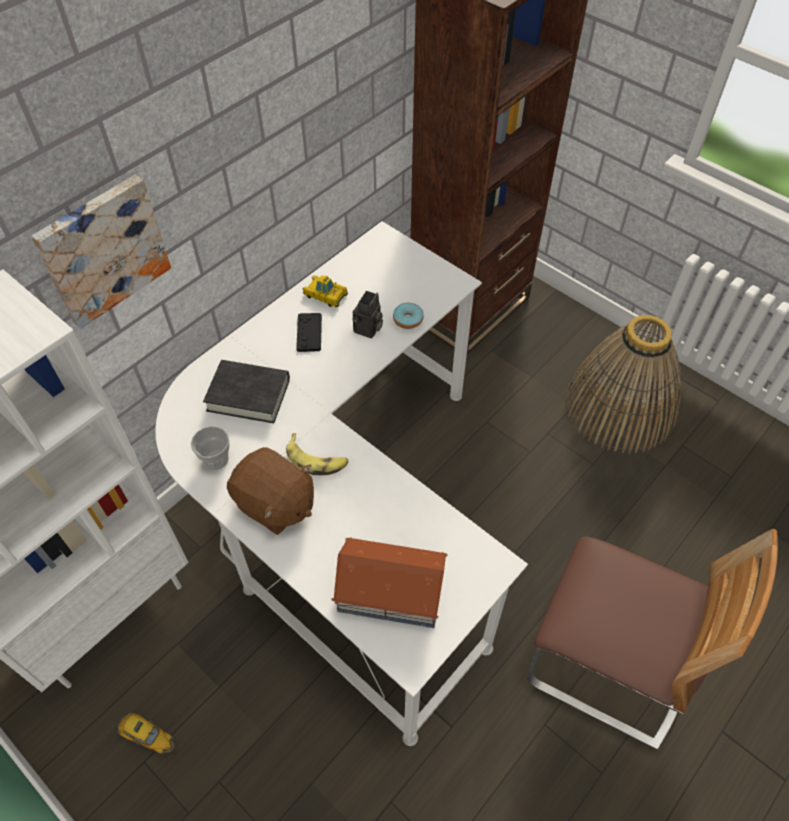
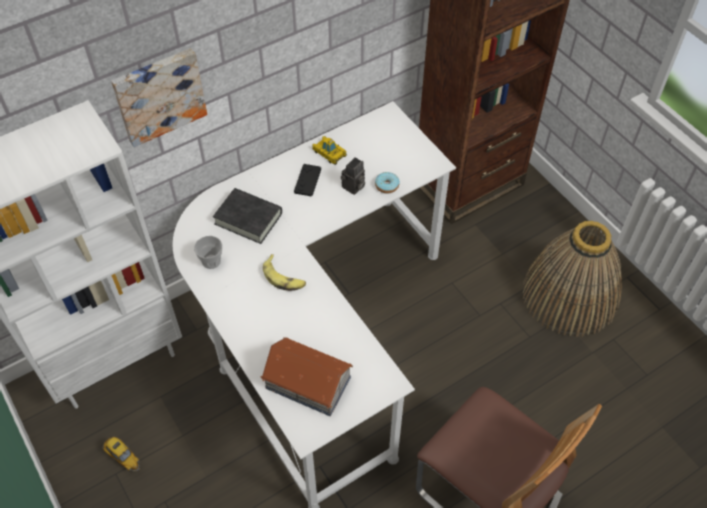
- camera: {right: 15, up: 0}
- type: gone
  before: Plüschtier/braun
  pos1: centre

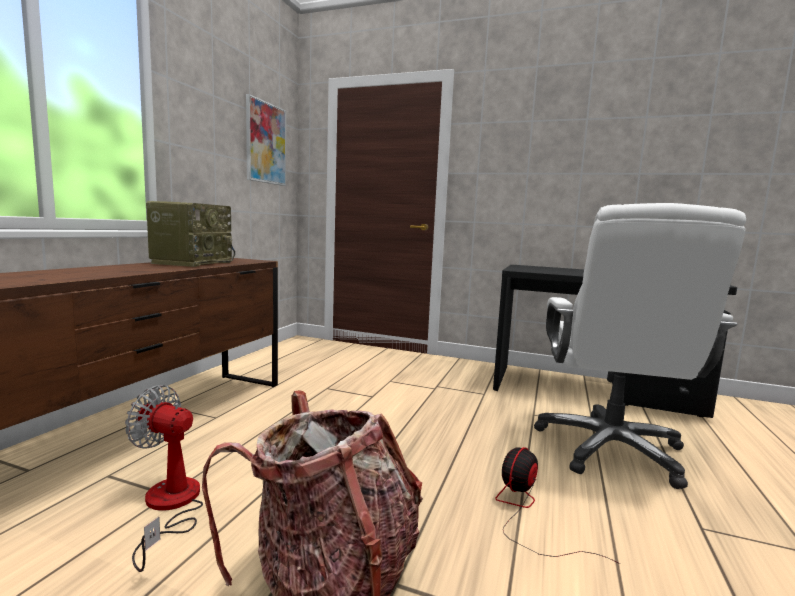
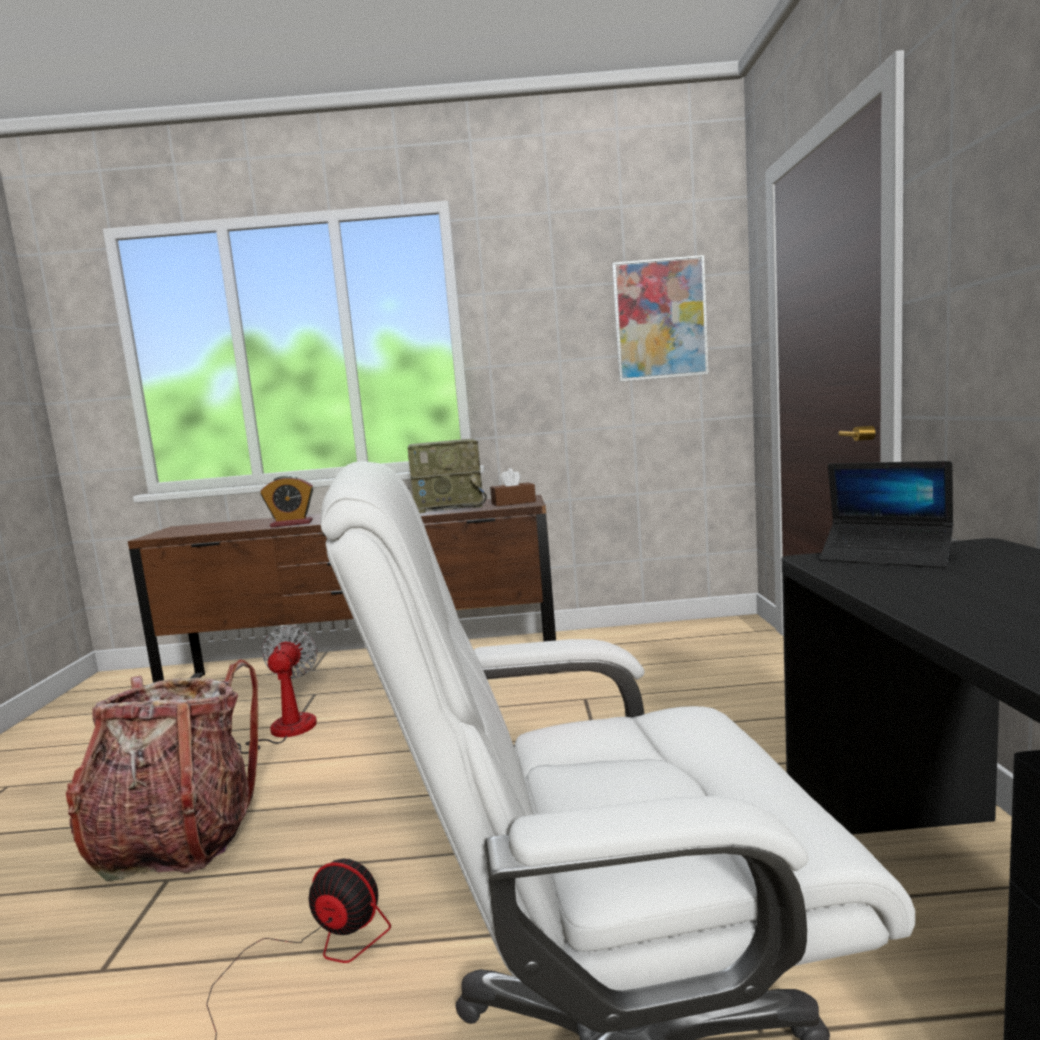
- camera: {right: 70, up: 0}
- type: new
  after: Laptop
  pos2: middle right
- type: new
  after: Taschentuchbox/braun
  pos2: centre
- type: new
  after: Wecker
  pos2: middle left

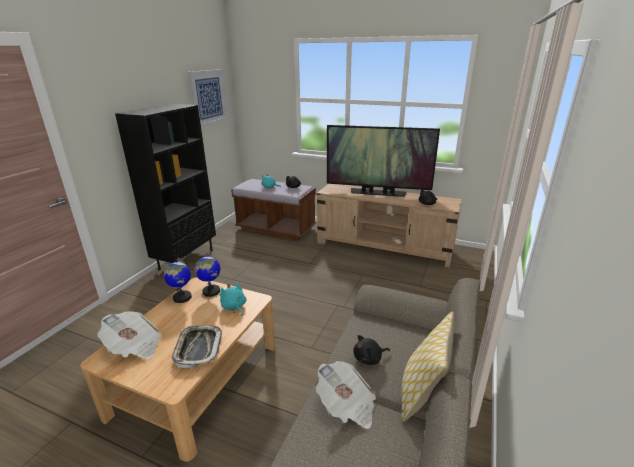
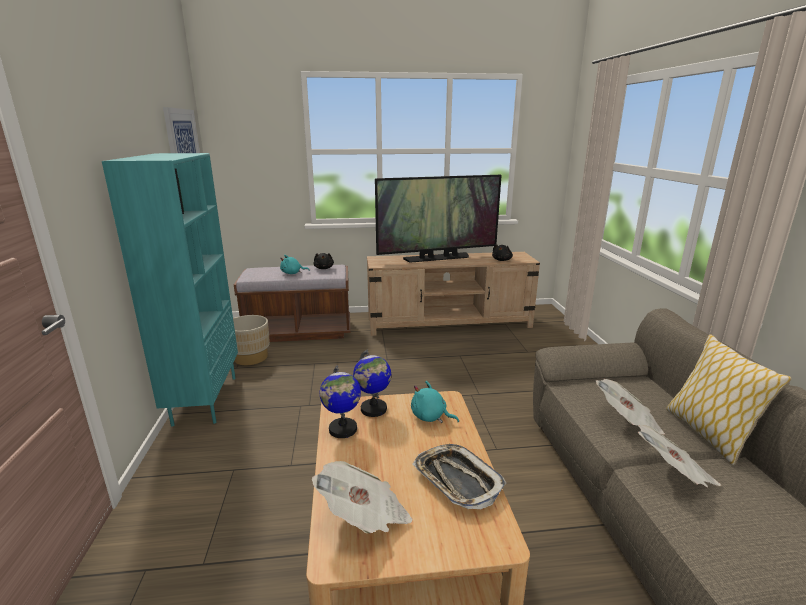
- camera: {right: -30, up: -5}
- type: repainted
  before: Bücherregal/schwarz
  after: Bücherregal/türkis
  pos1: middle left
  pos2: middle left
- type: swapped
  before: Plüschtier/schwarz (no. 2 from left)
  after: Zeitung (no. 2 from left)
  pos1: bottom centre
  pos2: bottom right
- type: new
  after: Pflanzkübel/beige
  pos2: middle left

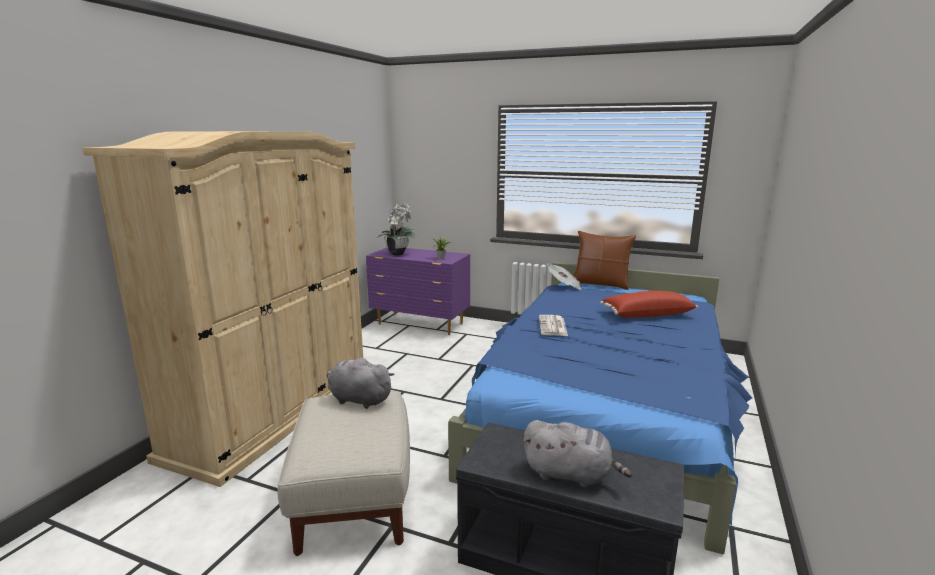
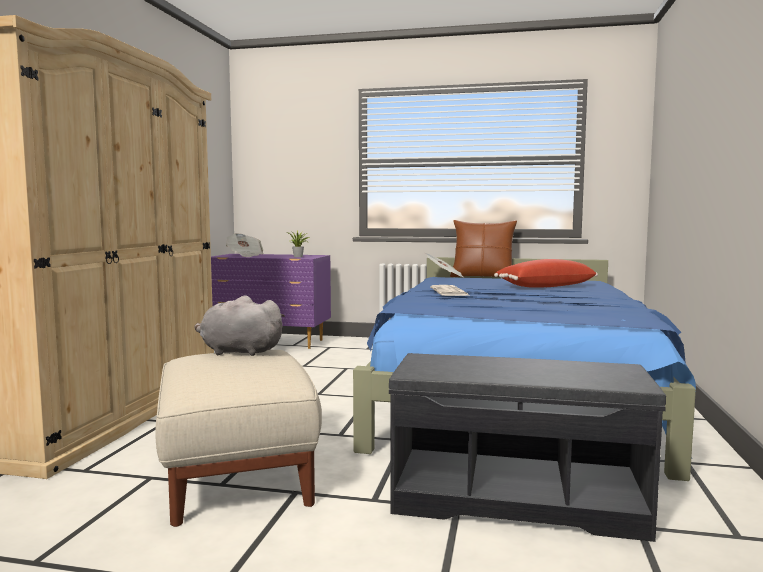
- camera: {right: -10, up: -10}
- type: swapped
  before: Topfpflanze (no. 1 from left)
  after: Zeitung (no. 1 from left)
  pos1: centre
  pos2: middle left
- type: gone
  before: Plüschtier/grau (no. 2 from left)
  pos1: bottom centre

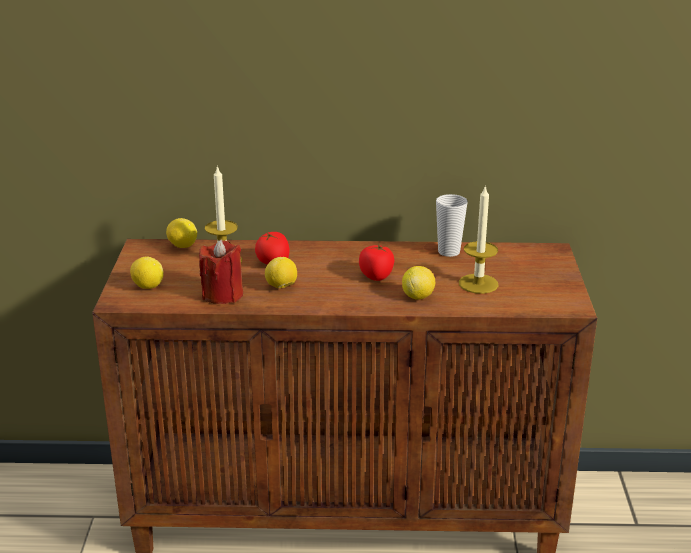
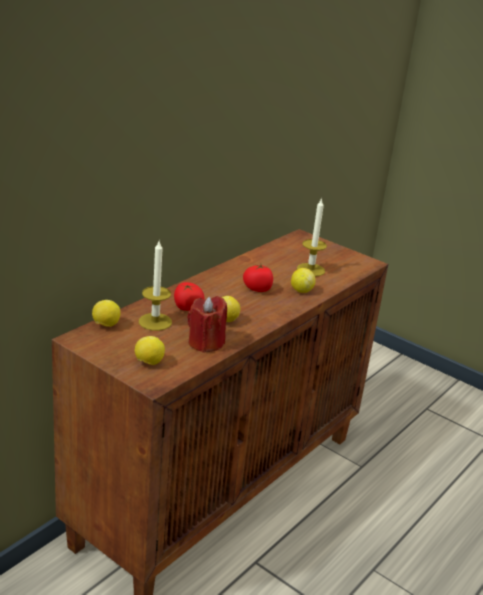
- camera: {right: -55, up: 0}
- type: gone
  before: Tasse
  pos1: centre

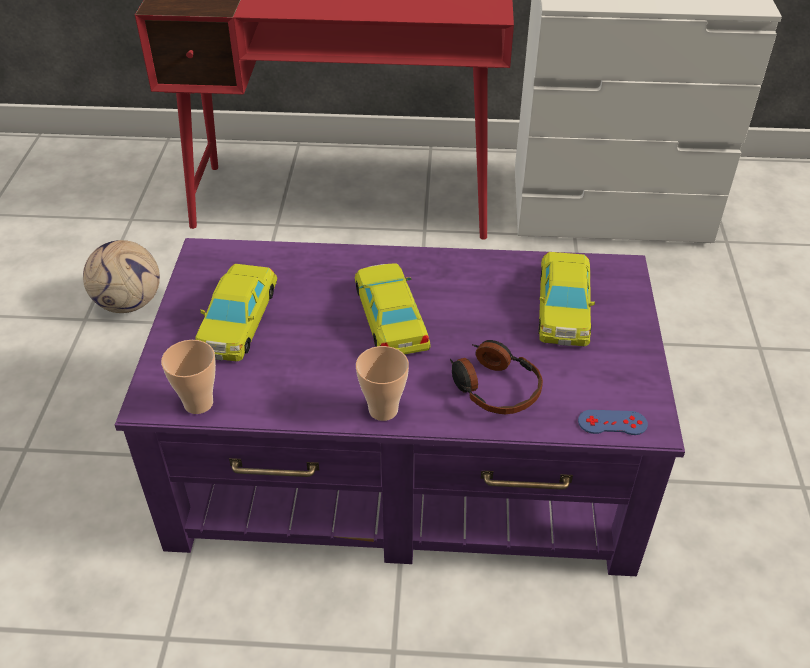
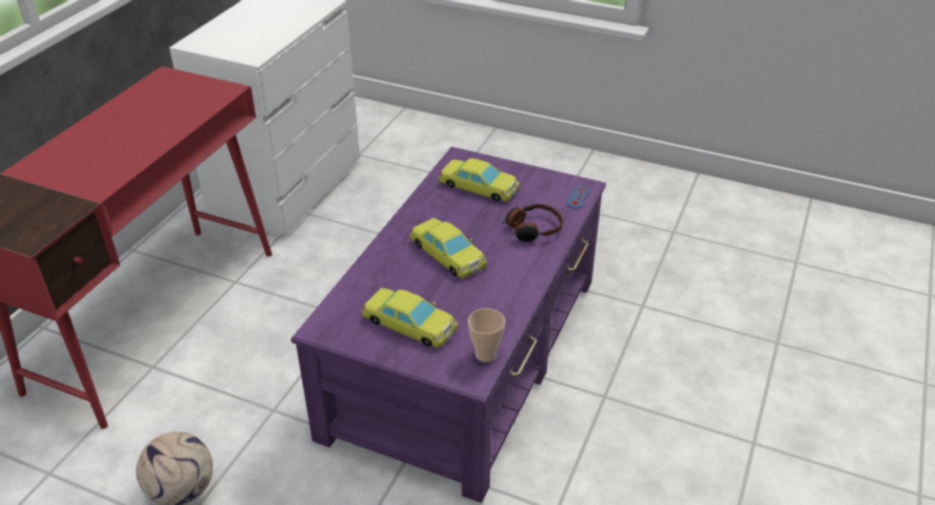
- camera: {right: -70, up: -5}
- type: rotated
  before: Spielzeugauto/gelb (no. 2 from left)
  pos1: centre
  pos2: centre
  turn: -135
- type: gone
  before: Tasse (no. 2 from left)
  pos1: centre

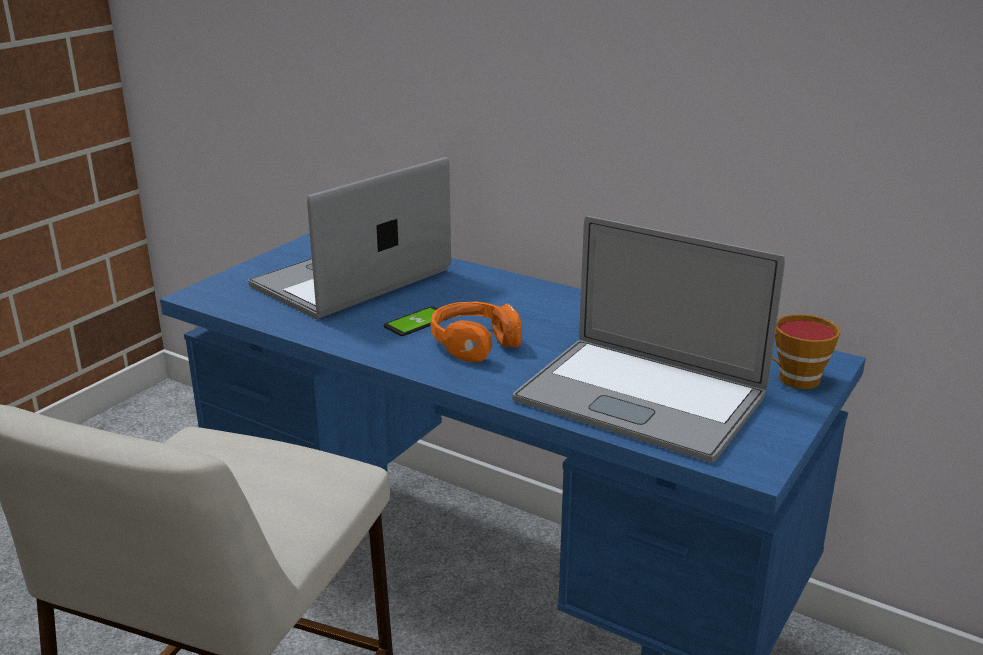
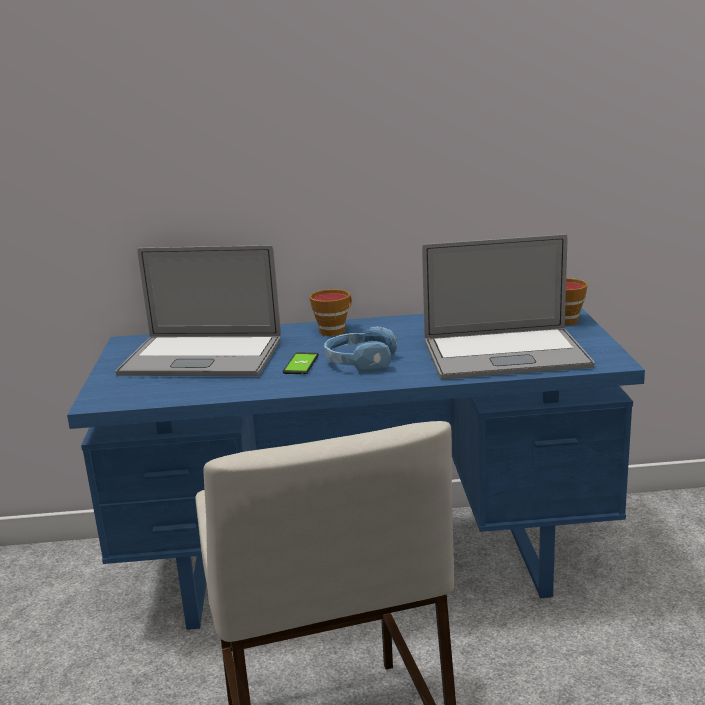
- camera: {right: -35, up: -5}
- type: rotated
  before: Laptop (no. 1 from left)
  pos1: centre
  pos2: middle left
  turn: -90
- type: repainted
  before: Kopfhörer/orange
  after: Kopfhörer/blau
  pos1: centre
  pos2: centre
- type: new
  after: Tasse (no. 1 from left)
  pos2: centre

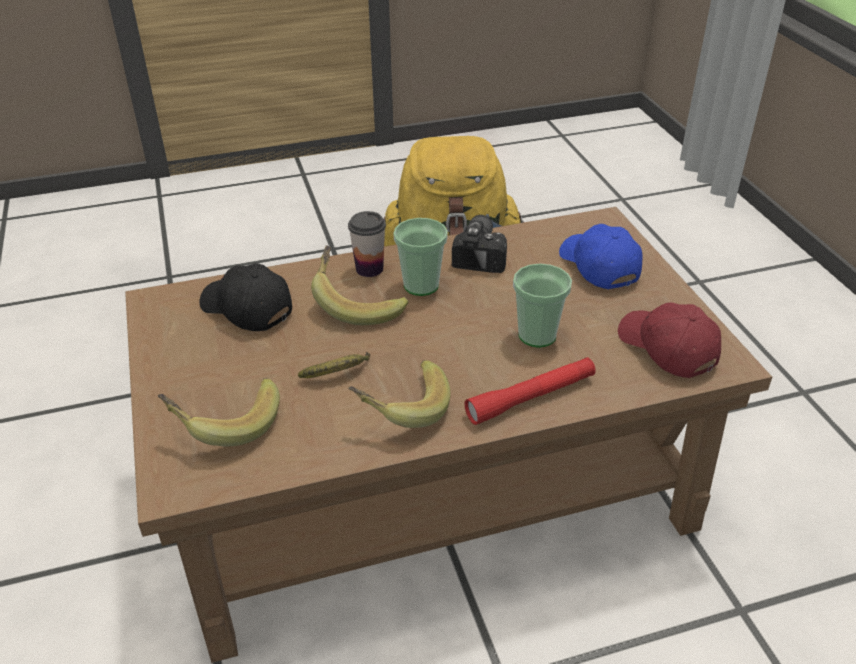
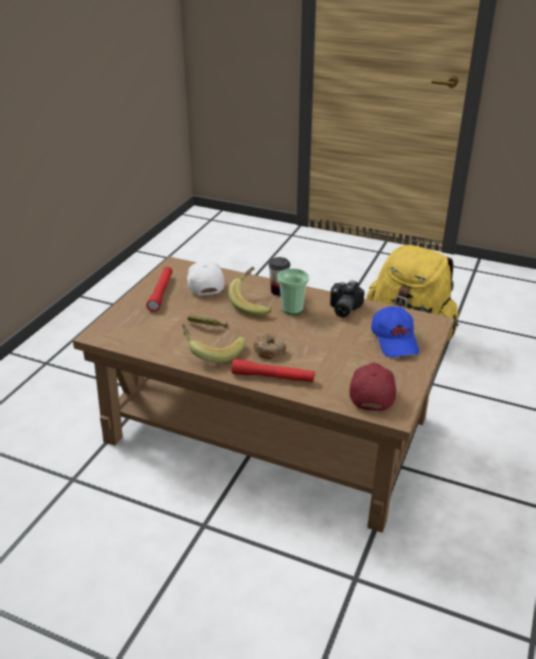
- camera: {right: 40, up: -5}
- type: rotated
  before: Kamera
  pos1: centre
  pos2: centre
  turn: 150
- type: rotated
  before: Kappe/blau
  pos1: middle right
  pos2: middle right
  turn: 150
- type: repainted
  before: Kappe/schwarz
  after: Kappe/weiß
  pos1: middle left
  pos2: centre
- type: gone
  before: Tasse (no. 3 from left)
  pos1: centre
- type: gone
  before: Banane (no. 1 from left)
  pos1: middle left
- type: new
  after: Taschenlampe/rot (no. 1 from left)
  pos2: middle left
- type: new
  after: Donut
  pos2: centre

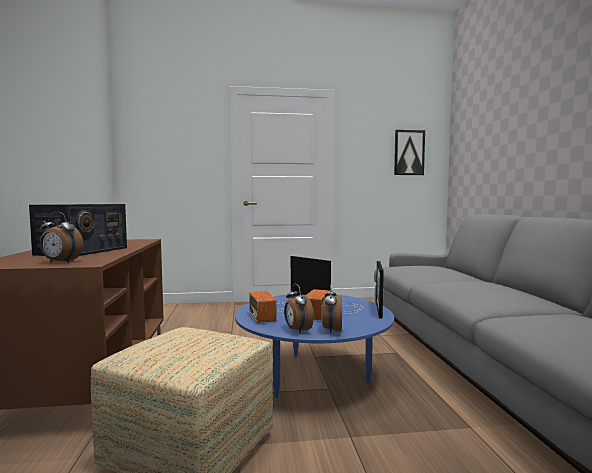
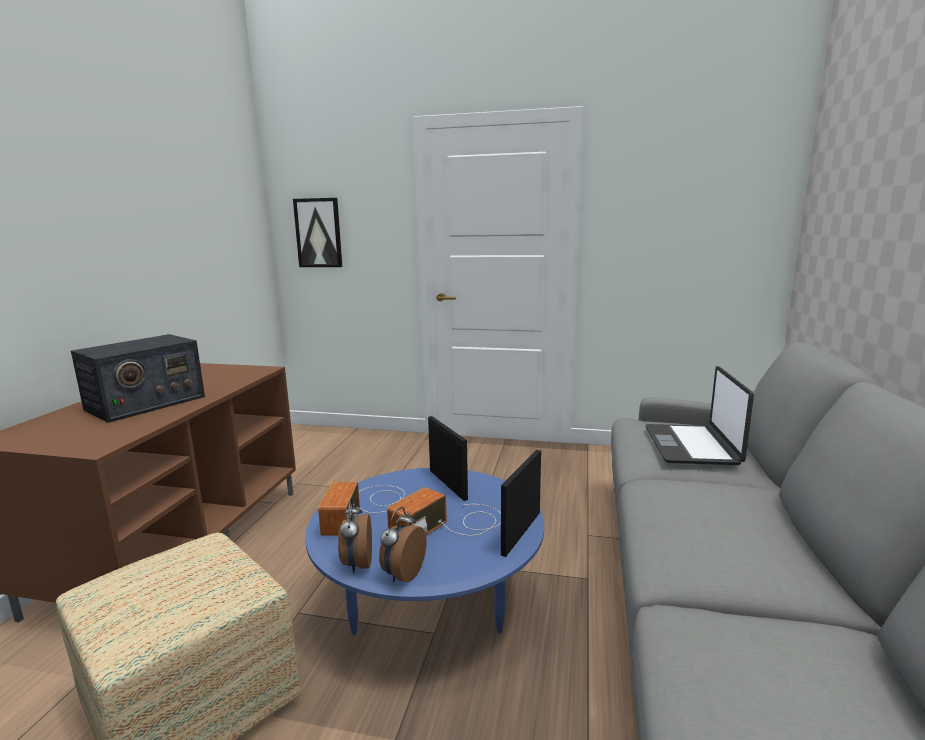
- camera: {right: 20, up: 10}
- type: shifted
  before: Bild
  pos1: top right
  pos2: top centre
- type: gone
  before: Wecker (no. 1 from left)
  pos1: middle left
- type: new
  after: Laptop
  pos2: middle right

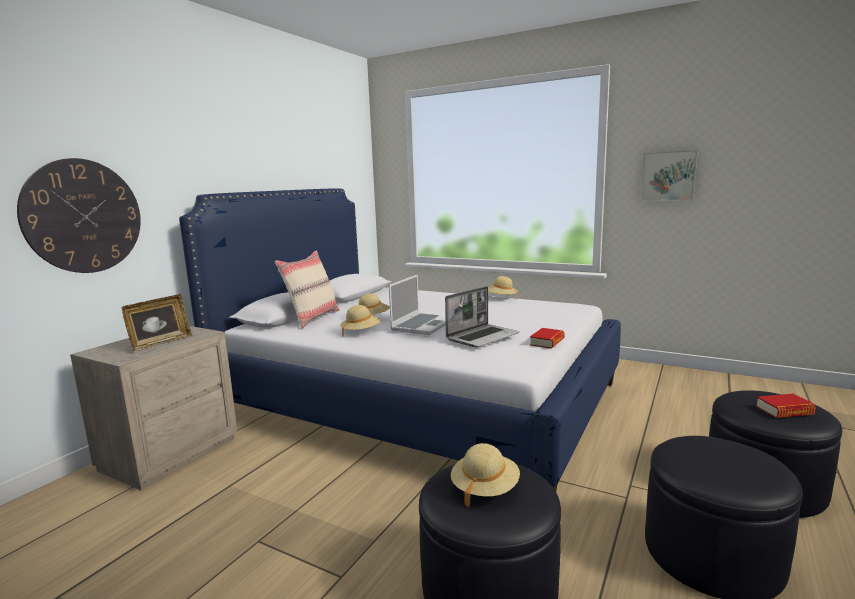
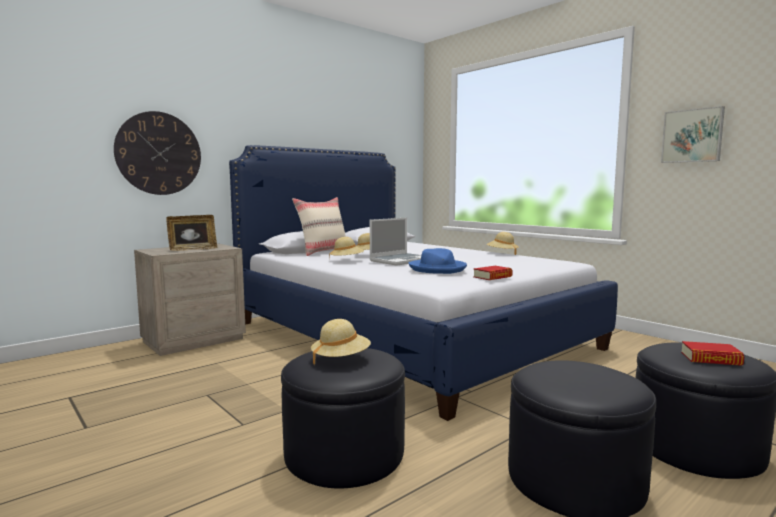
- camera: {right: 20, up: -5}
- type: swapped
  before: Laptop (no. 2 from left)
  after: Hut/blau
  pos1: centre
  pos2: centre

